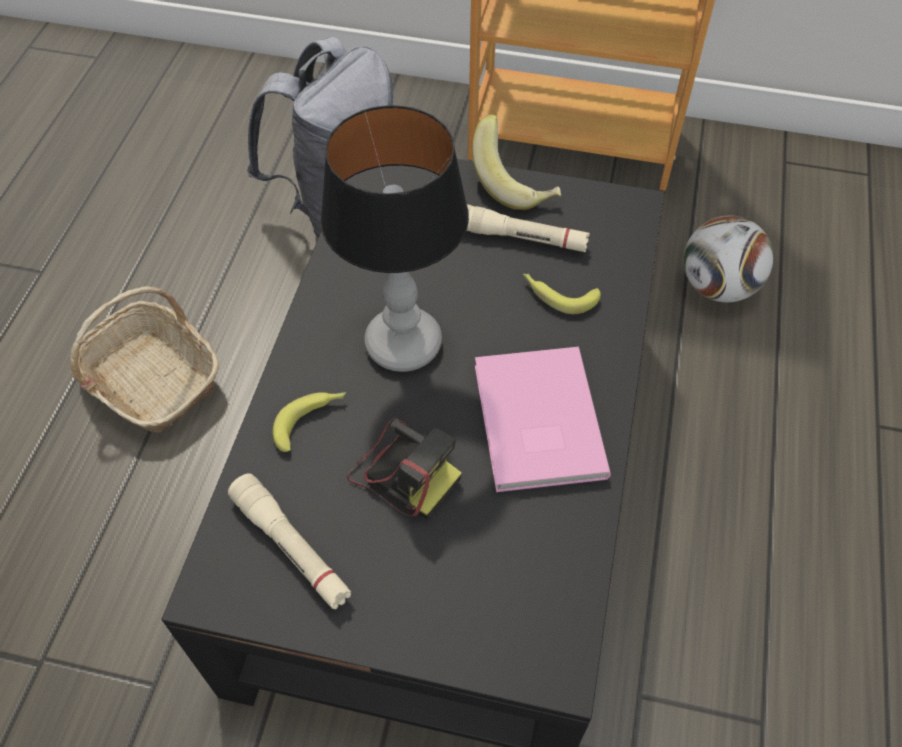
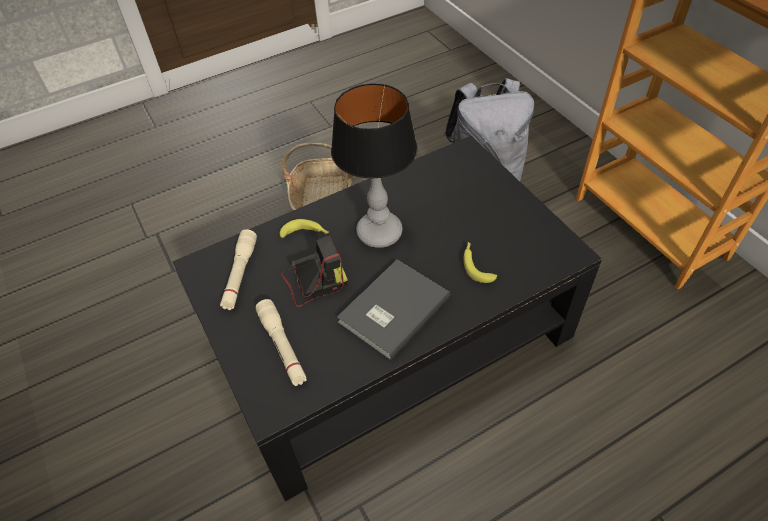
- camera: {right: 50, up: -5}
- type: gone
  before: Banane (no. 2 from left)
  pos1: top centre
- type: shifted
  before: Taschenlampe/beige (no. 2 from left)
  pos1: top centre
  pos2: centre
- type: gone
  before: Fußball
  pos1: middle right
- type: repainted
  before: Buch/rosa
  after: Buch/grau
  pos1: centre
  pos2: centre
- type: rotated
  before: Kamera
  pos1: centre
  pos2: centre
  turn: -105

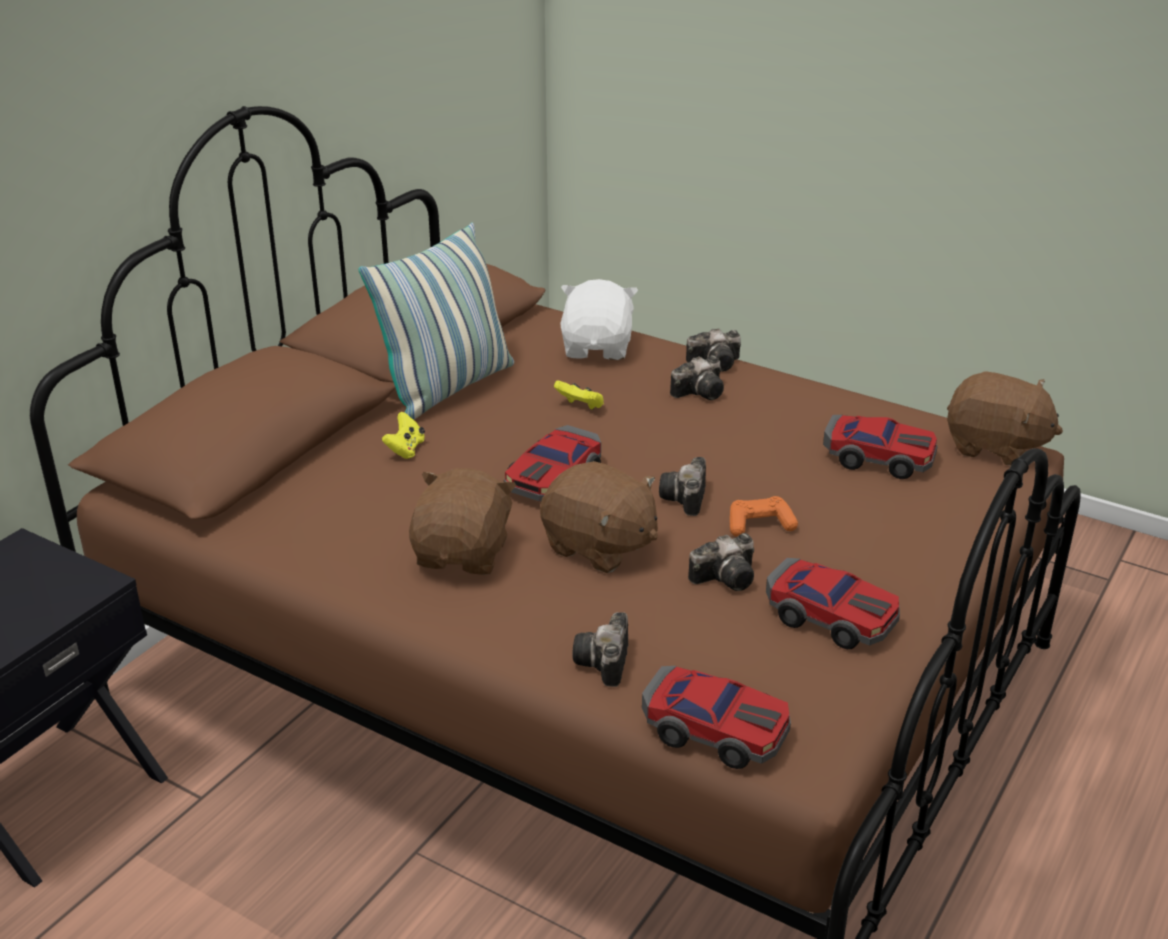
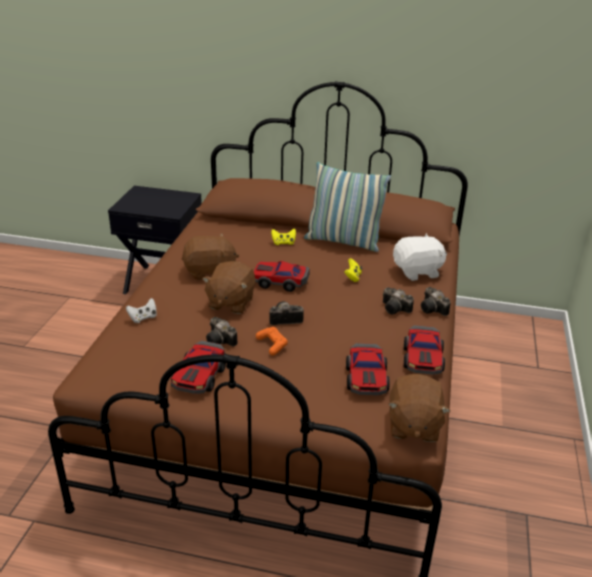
- camera: {right: 70, up: 0}
- type: swapped
  before: Kamera (no. 1 from left)
  after: Gamepad/weiß
  pos1: bottom centre
  pos2: middle left
- type: shifted
  before: Spielzeugauto (no. 2 from left in the first image)
  after: Spielzeugauto (no. 4 from left)
  pos1: bottom centre
  pos2: middle right

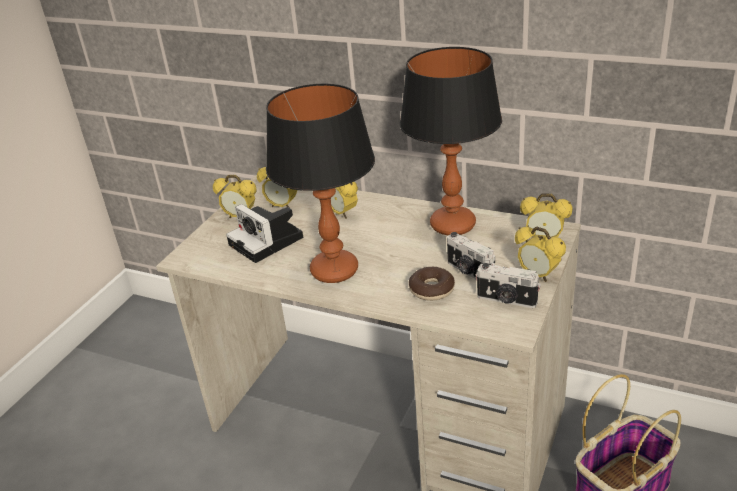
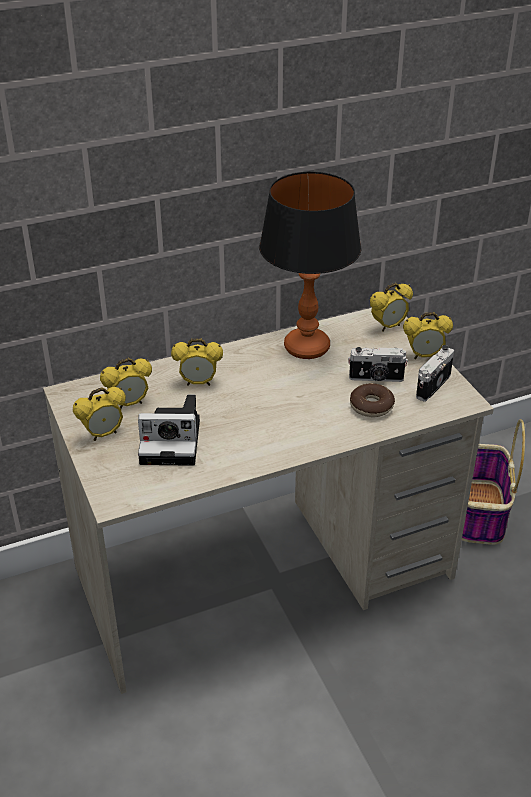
- camera: {right: -50, up: 5}
- type: gone
  before: Tischlampe (no. 1 from left)
  pos1: centre
- type: rotated
  before: Kamera (no. 3 from left)
  pos1: middle right
  pos2: middle right
  turn: 150

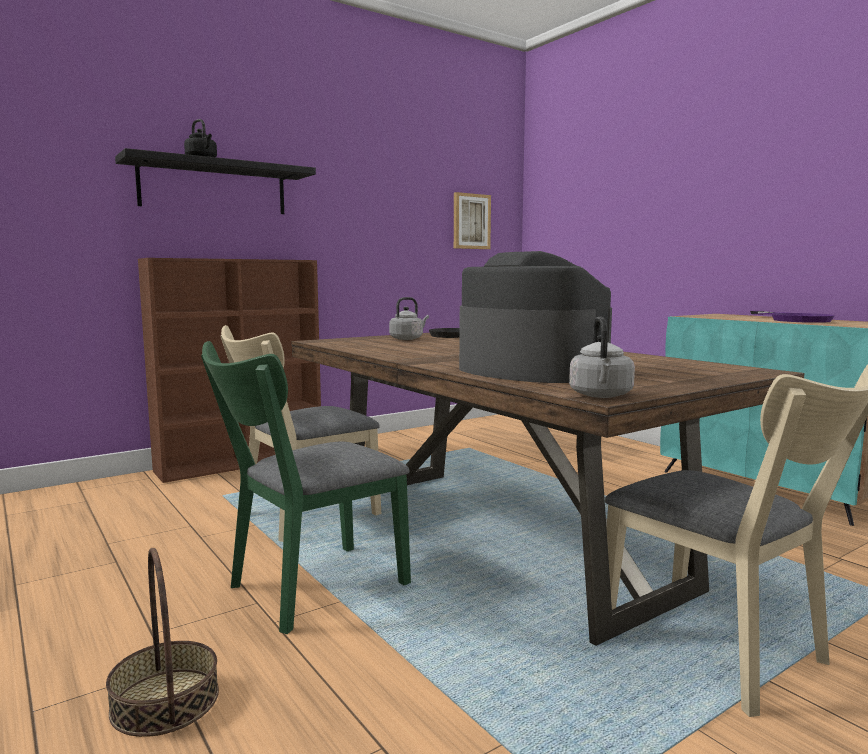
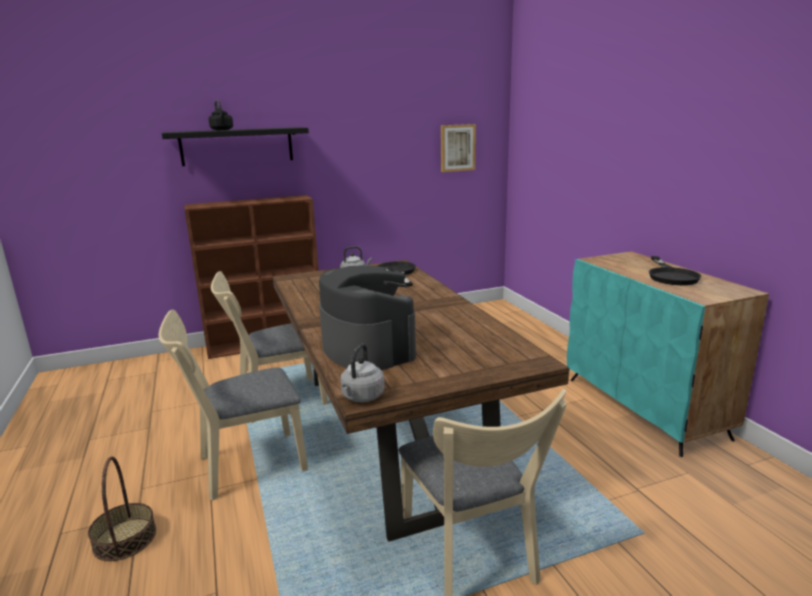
- camera: {right: 15, up: 10}
- type: repainted
  before: Pfanne/lila
  after: Pfanne/schwarz (no. 2 from left)
  pos1: middle right
  pos2: middle right
- type: repainted
  before: Stuhl/grün
  after: Stuhl/beige (no. 1 from left)
  pos1: centre
  pos2: bottom left

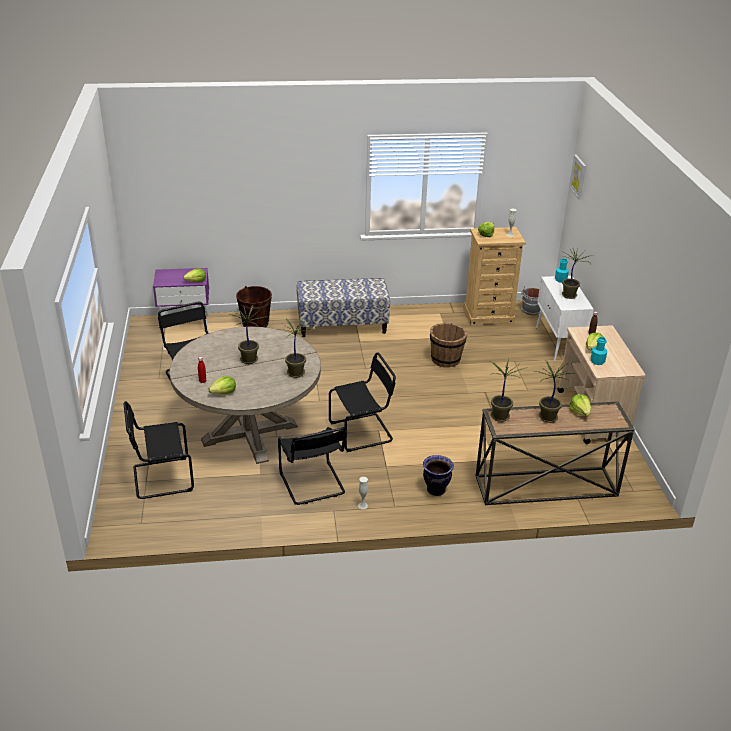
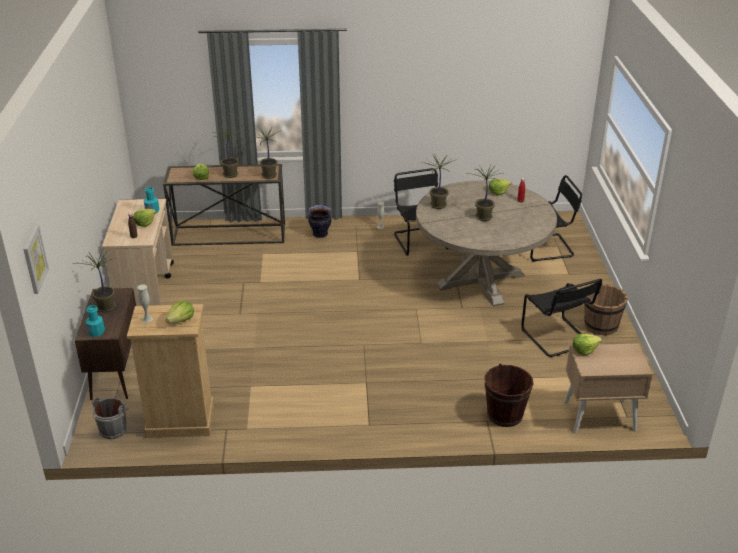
- camera: {right: -175, up: 0}
- type: repainted
  before: Nachttisch/lila
  after: Nachttisch/beige
  pos1: middle left
  pos2: bottom right
- type: repainted
  before: Schrank/weiß
  after: Schrank/braun
  pos1: middle right
  pos2: middle left
- type: gone
  before: Bank
  pos1: centre
- type: shifted
  before: Eimer/braun (no. 2 from left)
  pos1: centre
  pos2: middle right
- type: gone
  before: Stuhl/schwarz (no. 4 from left)
  pos1: centre

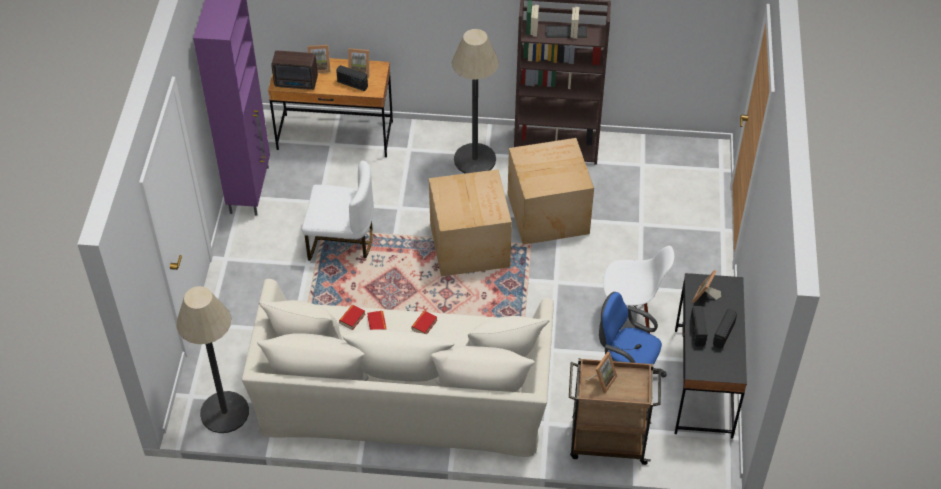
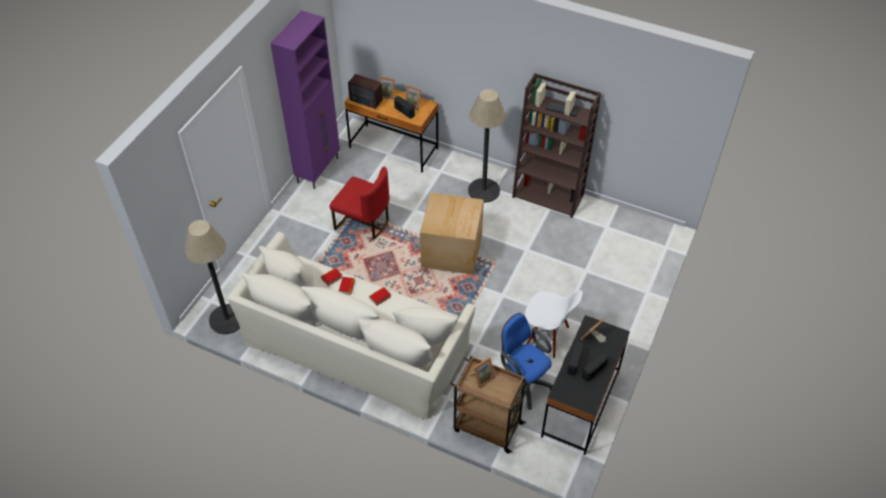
- camera: {right: 20, up: 0}
- type: gone
  before: Karton (no. 2 from left)
  pos1: centre
- type: repainted
  before: Stuhl/weiß (no. 1 from left)
  after: Stuhl/rot
  pos1: centre
  pos2: centre

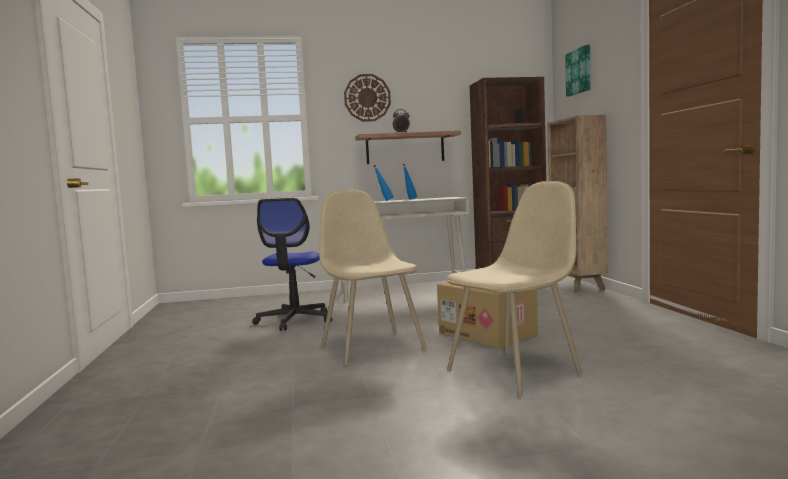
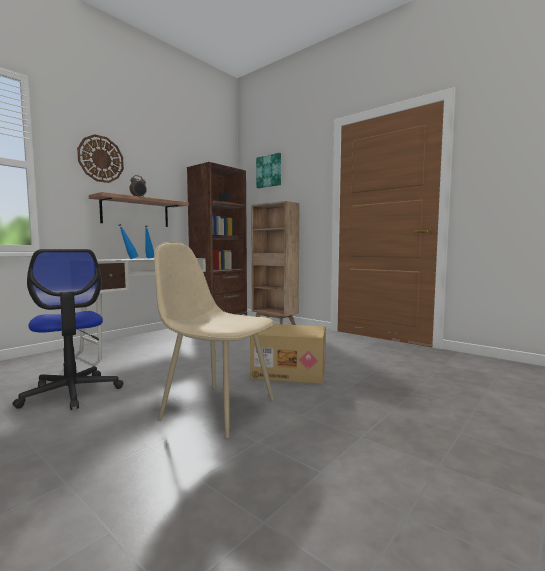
- camera: {right: -40, up: 0}
- type: gone
  before: Stuhl/beige (no. 2 from left)
  pos1: centre

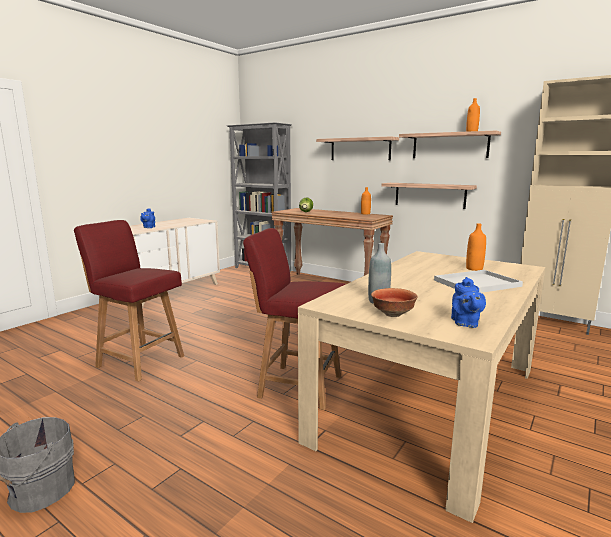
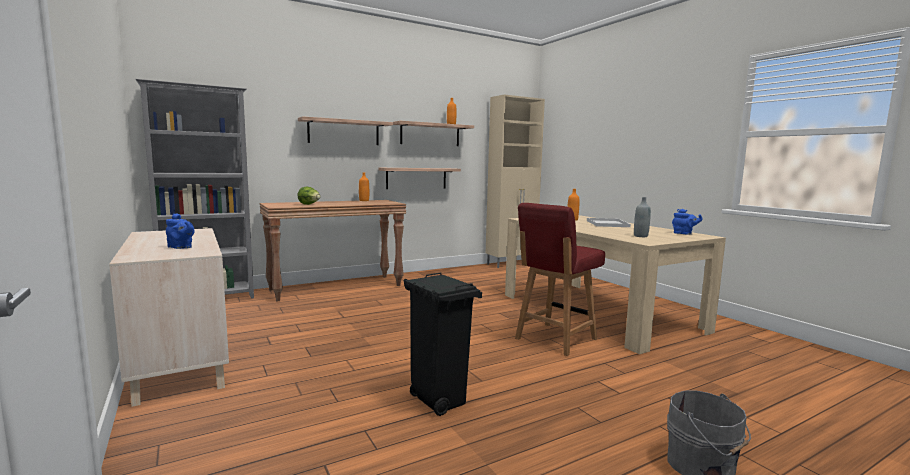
- camera: {right: -65, up: -5}
- type: swapped
  before: Stuhl/rot (no. 1 from left)
  after: Mülleimer/schwarz
  pos1: middle left
  pos2: bottom centre
- type: gone
  before: Schüssel
  pos1: centre

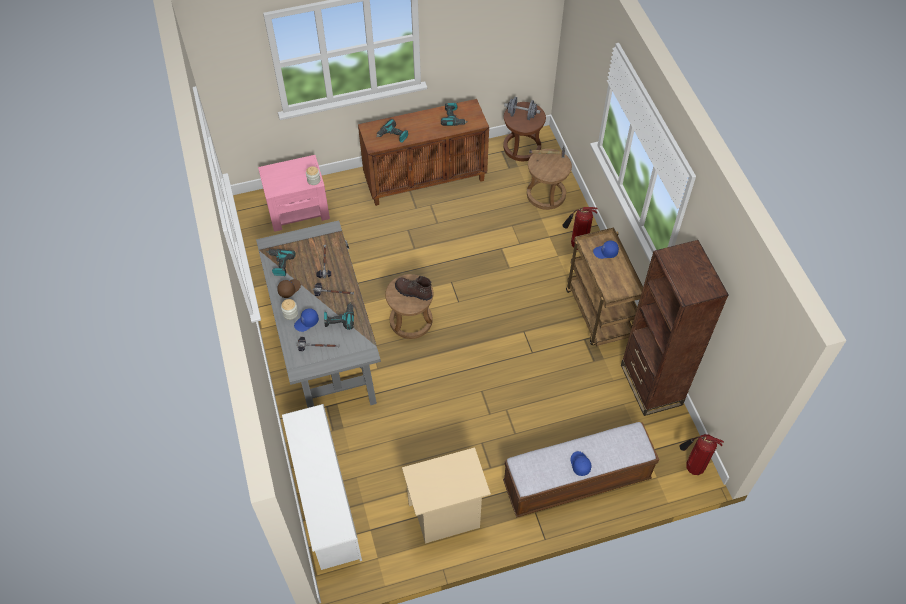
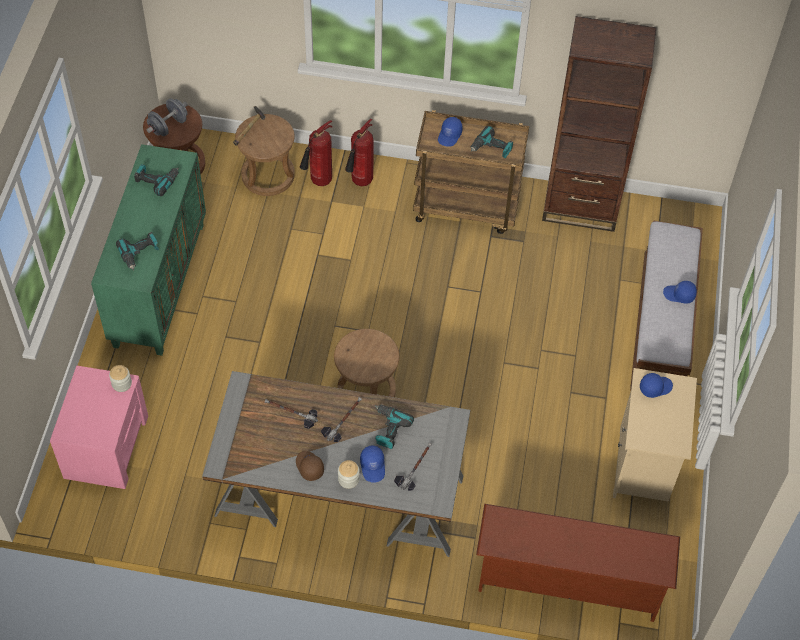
- camera: {right: -65, up: 0}
- type: repainted
  before: Schrank/braun
  after: Schrank/grün
  pos1: top centre
  pos2: middle left
- type: shifted
  before: Bohrmaschine (no. 1 from left in the first image)
  after: Bohrmaschine (no. 4 from left)
  pos1: middle left
  pos2: top centre
- type: gone
  before: Stiefel/braun
  pos1: centre
- type: repainted
  before: Schuhregal/weiß
  after: Schuhregal/braun
  pos1: bottom centre
  pos2: bottom right
- type: shifted
  before: Feuerlöscher (no. 2 from left in the first image)
  after: Feuerlöscher (no. 1 from left)
  pos1: bottom right
  pos2: top centre
- type: new
  after: Kappe/blau (no. 3 from left)
  pos2: middle right

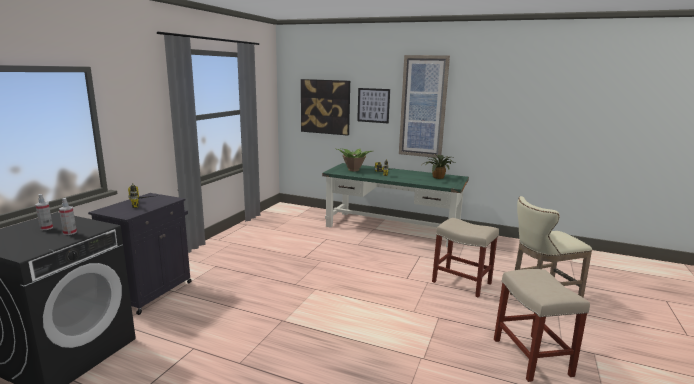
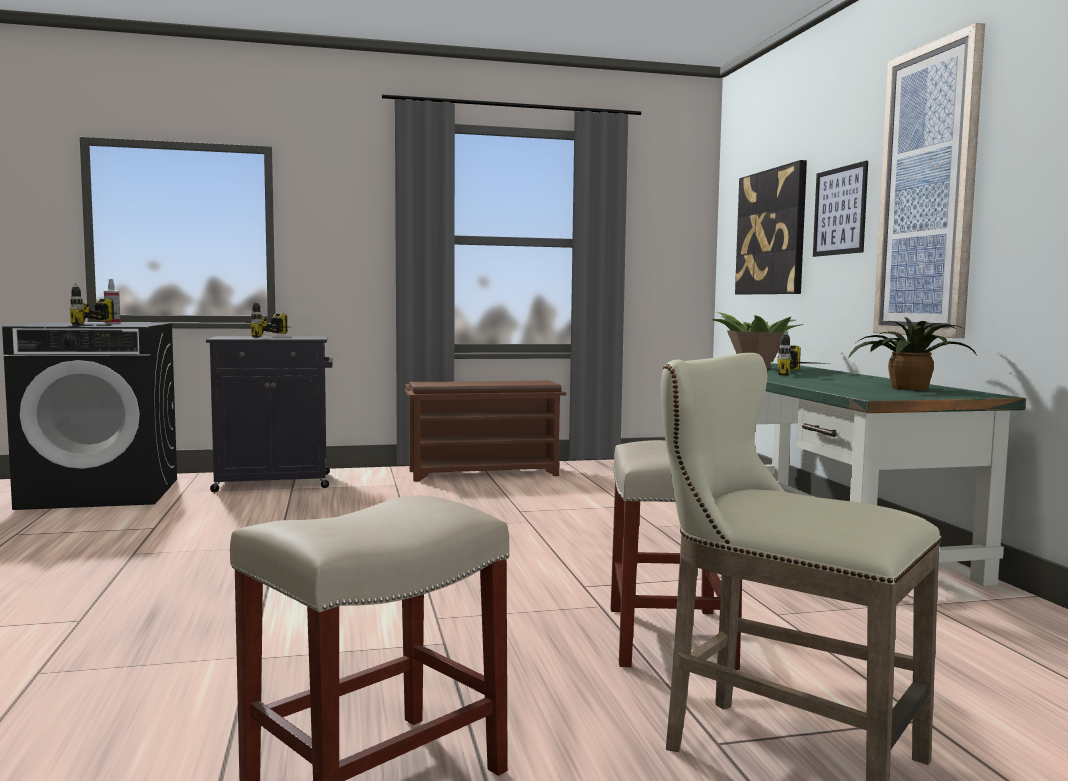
- camera: {right: 55, up: -10}
- type: swapped
  before: Sprühflasche (no. 2 from left)
  after: Bohrmaschine (no. 1 from left)
  pos1: middle left
  pos2: middle left
- type: new
  after: Schuhregal/braun
  pos2: centre

